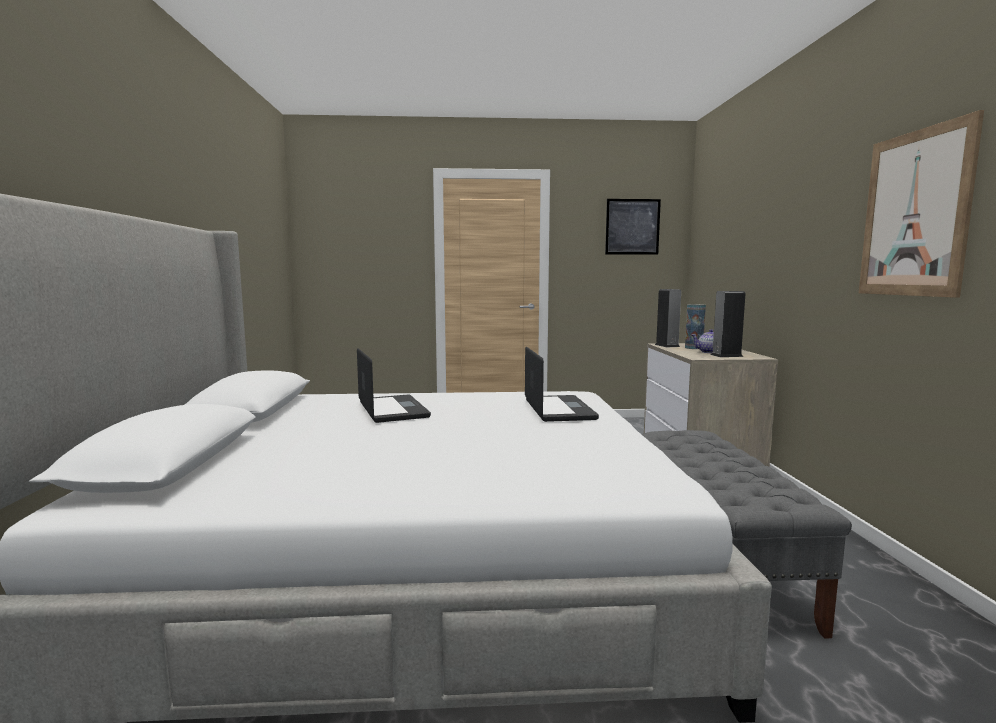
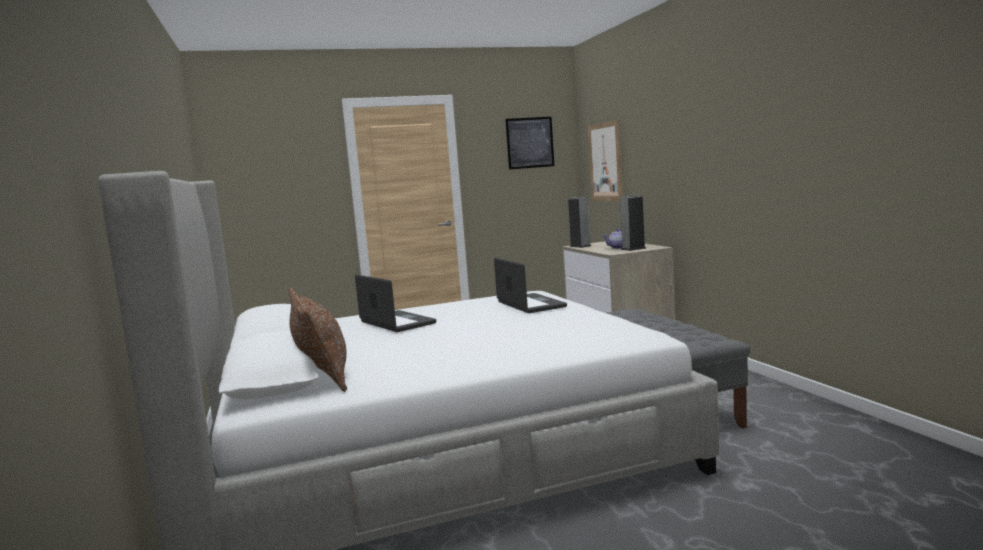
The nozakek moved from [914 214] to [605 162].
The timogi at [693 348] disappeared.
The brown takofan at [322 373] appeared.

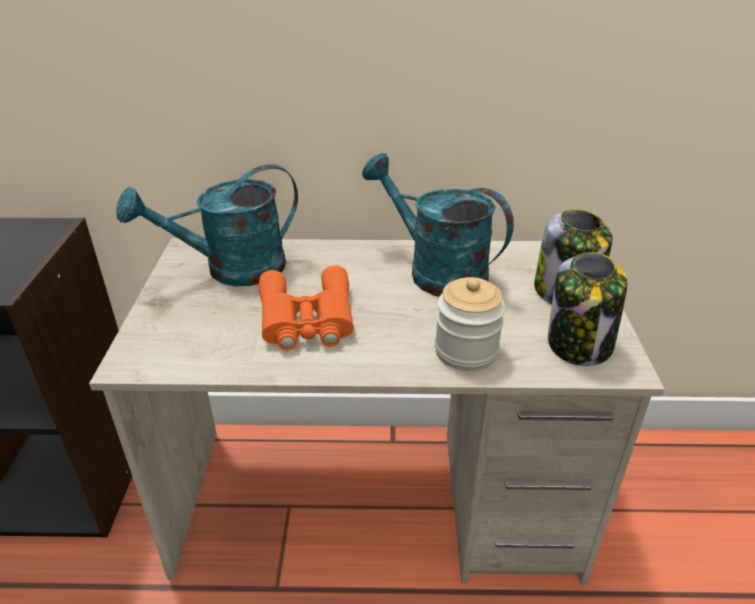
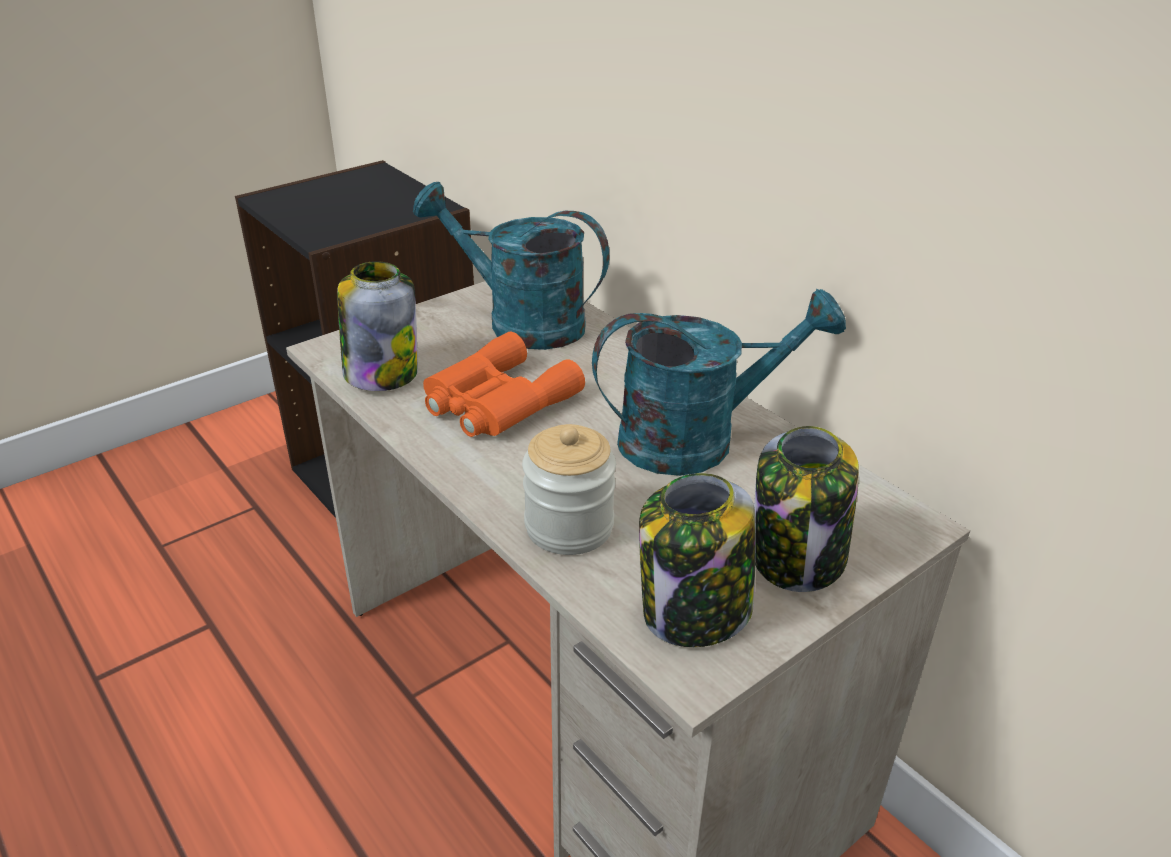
The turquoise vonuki at [435 271] turned 75 degrees clockwise.
The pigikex at [381 372] appeared.

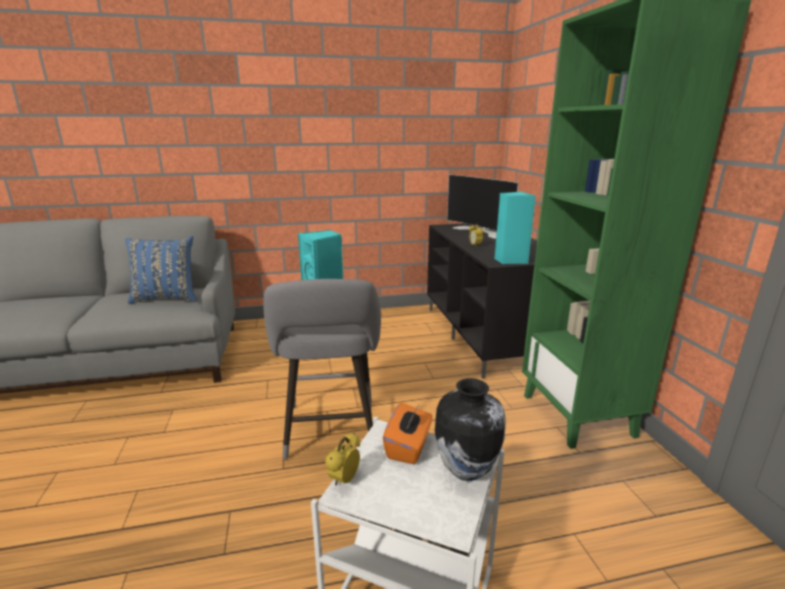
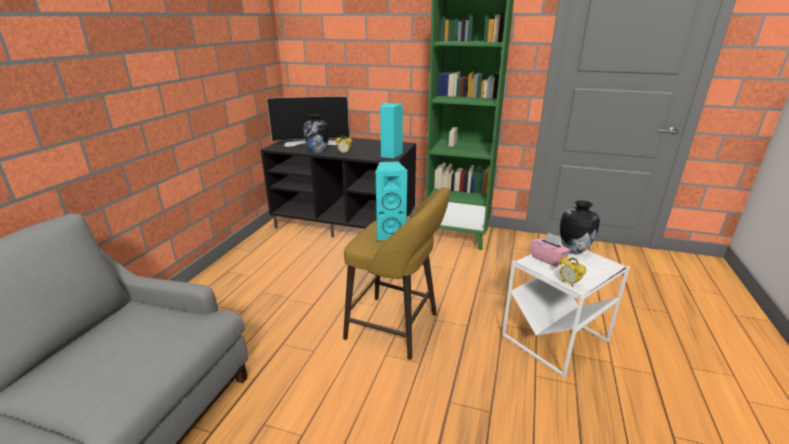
The blue takofan at [166 297] disappeared.
The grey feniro at [331 433] became the yellow feniro at [397 328].
The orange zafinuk at [408 447] became the pink zafinuk at [548 259].
The timogi at [317 151] appeared.

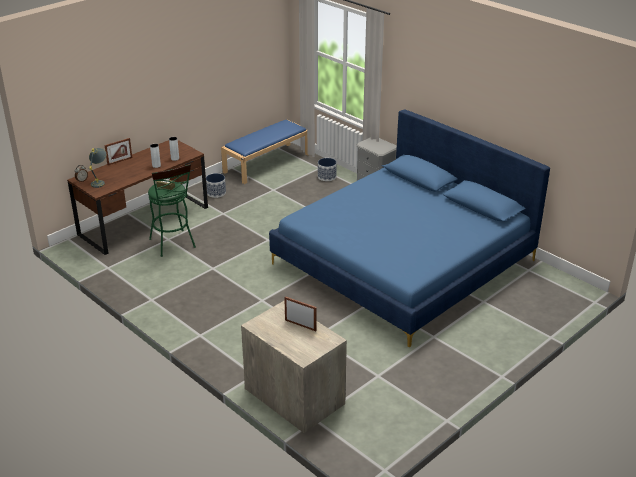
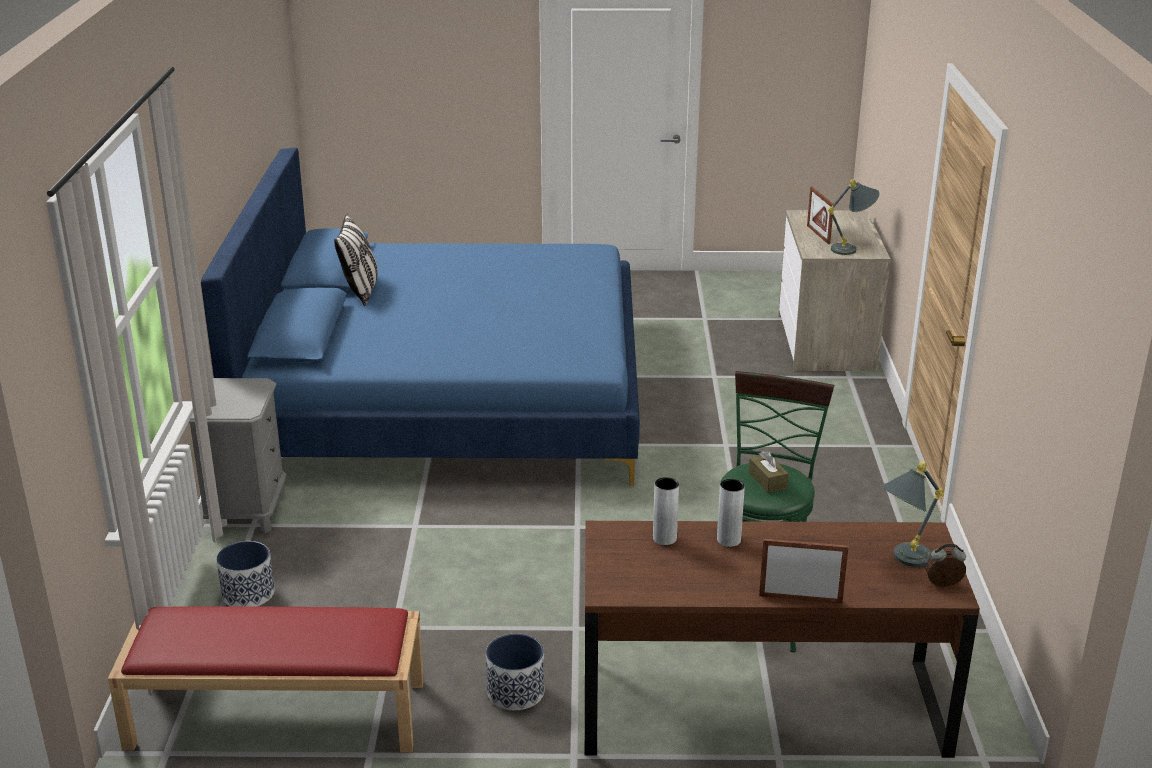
The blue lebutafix at [267 163] became the red lebutafix at [275 715].
The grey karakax at [852 249] appeared.
The takofan at [360 290] appeared.

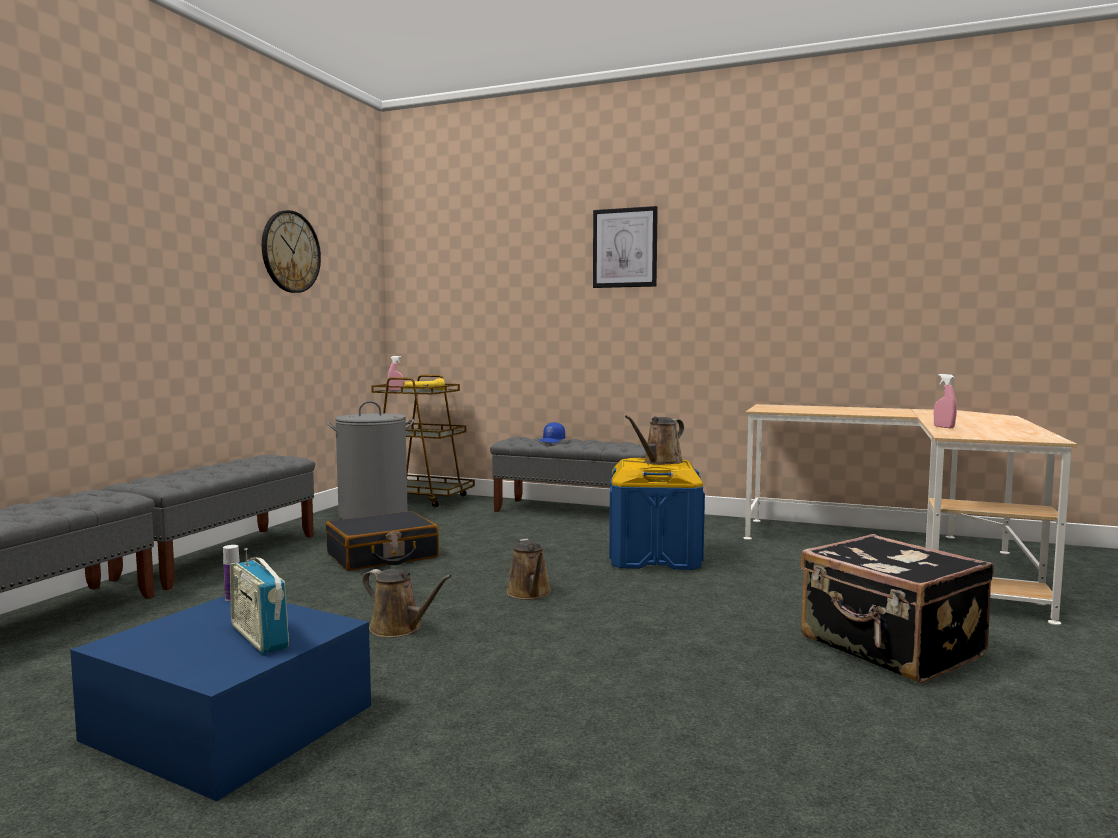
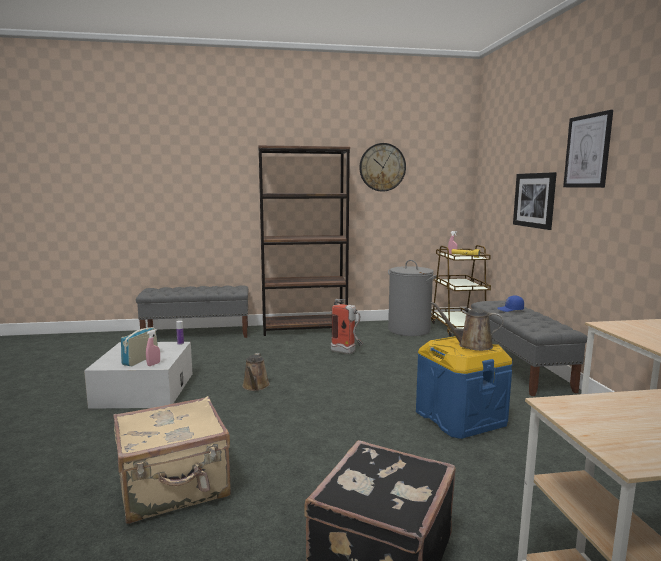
The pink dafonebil moved from [944 427] to [153 364].
The grey lebutafix at [222 556] was replaced by the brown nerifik at [304 329].
The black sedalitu at [382 556] was replaced by the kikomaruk at [347 352].
The brown vonuki at [530 593] disappeared.
The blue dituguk at [230 722] became the white dituguk at [144 389].
The nozakek at [534 200] appeared.
The beige sedalitu at [174 488] appeared.

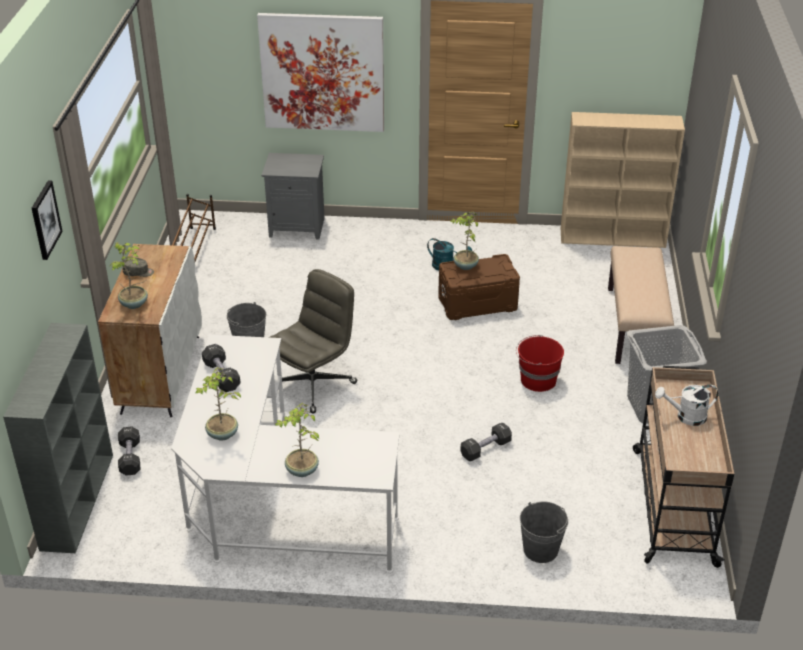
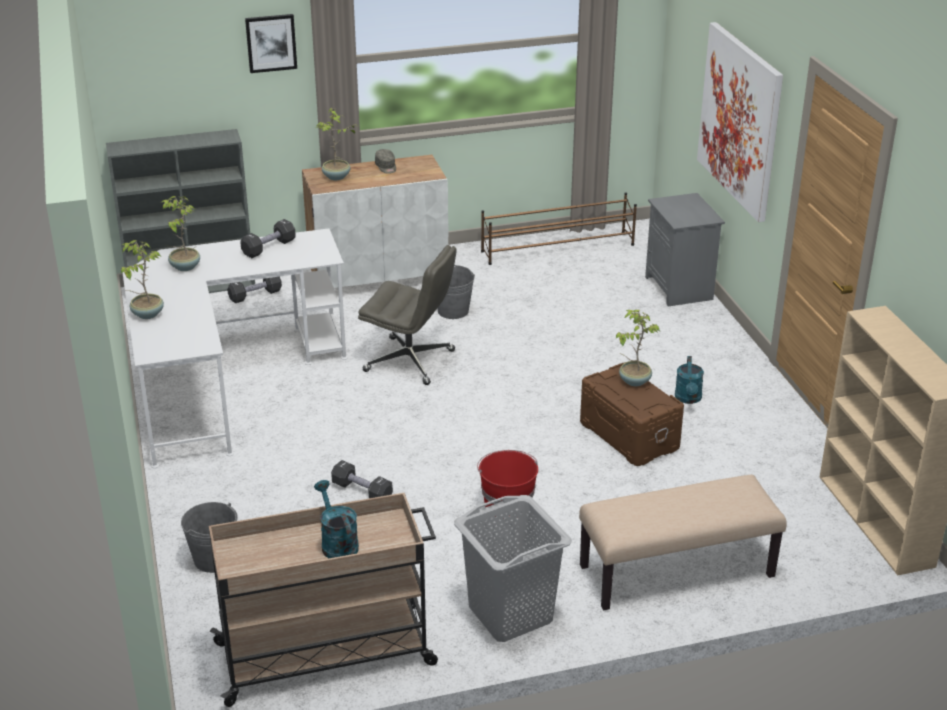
The white vonuki at [686 417] became the turquoise vonuki at [337 543].

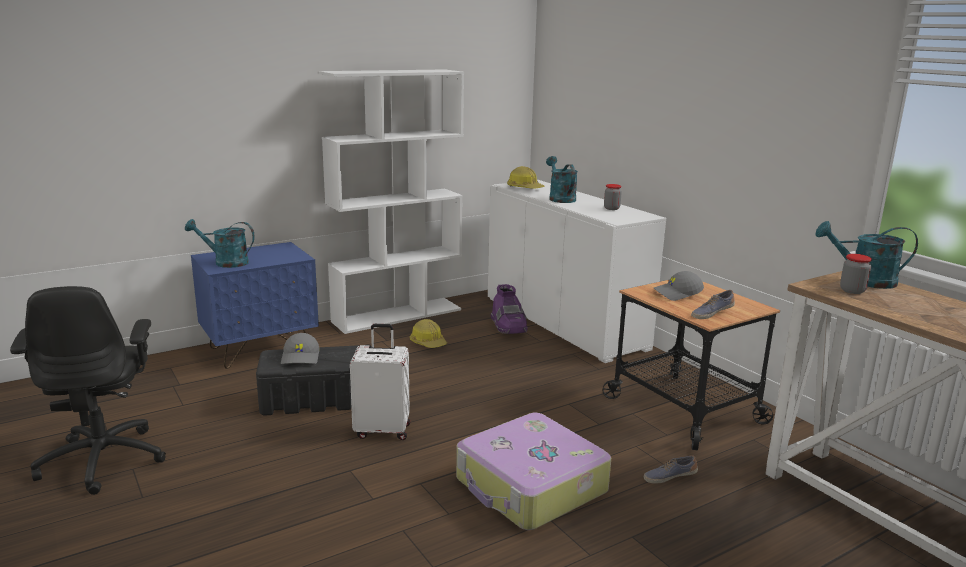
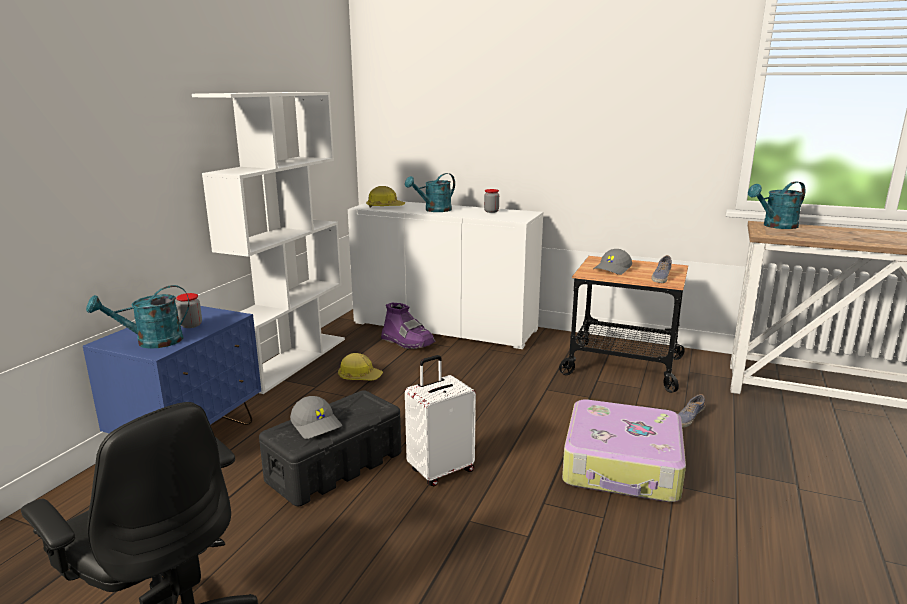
The turquoise vonuki at [560 198] turned 75 degrees counterclockwise.
The pigikex moved from [852 290] to [191 325].

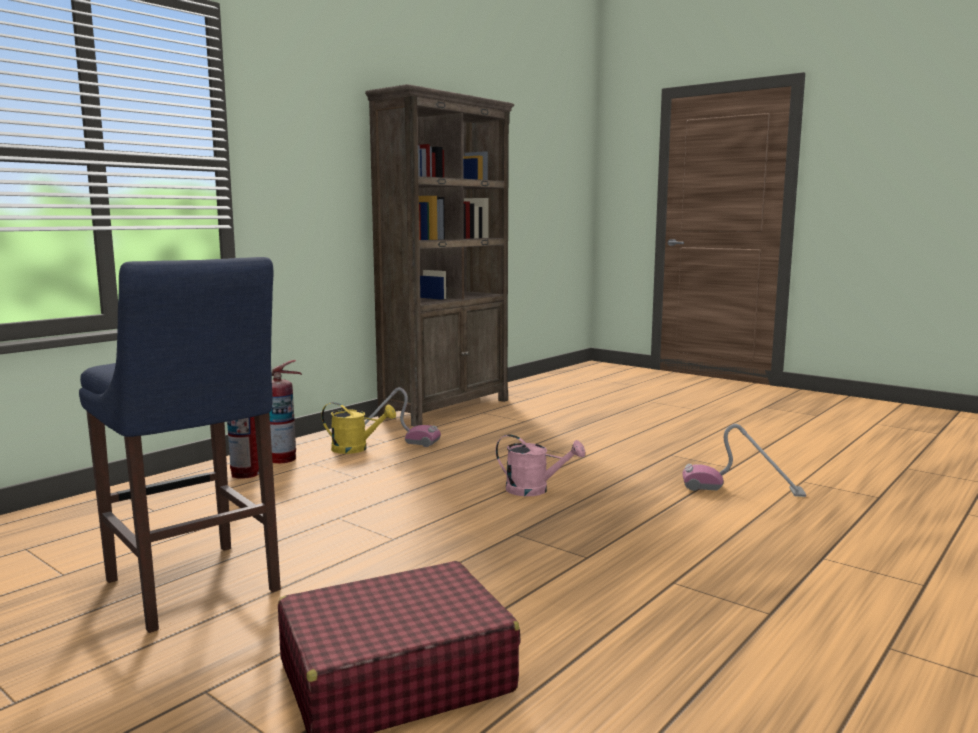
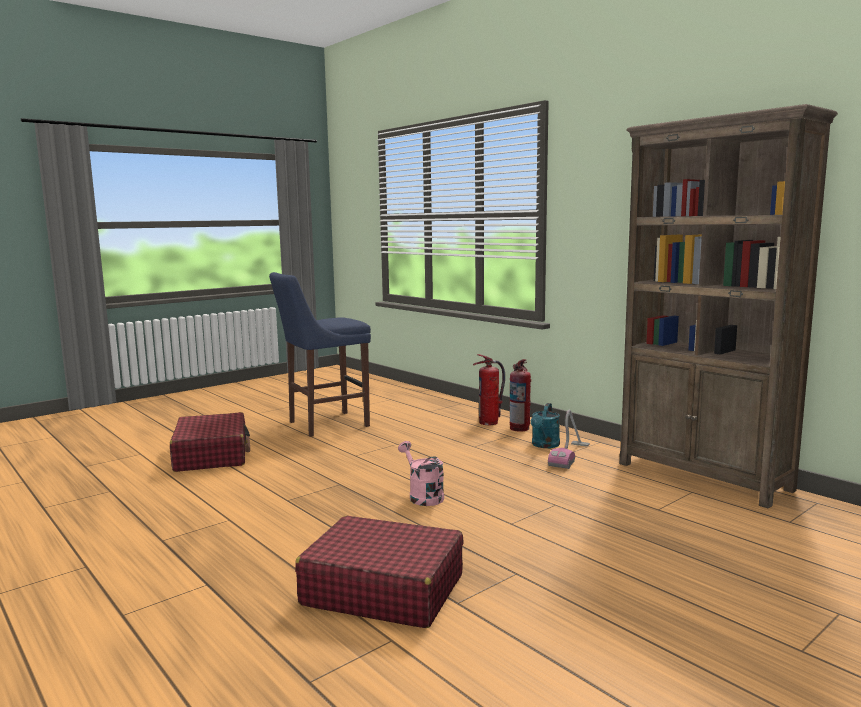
The yellow vonuki at [356 449] became the turquoise vonuki at [544 445].
The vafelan at [742 489] was replaced by the red sedalitu at [382 589].
The pink vonuki at [534 490] turned 120 degrees clockwise.

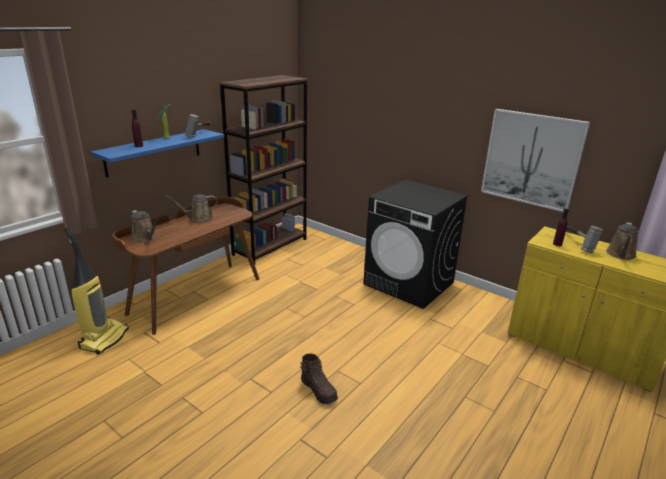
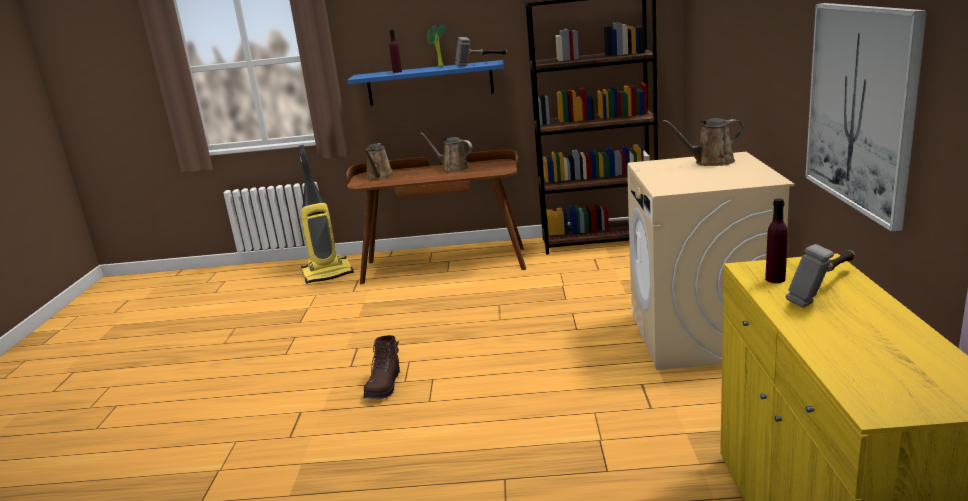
The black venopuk at [409 283] became the beige venopuk at [700 335].
The brown vonuki moved from [620 255] to [710 162].

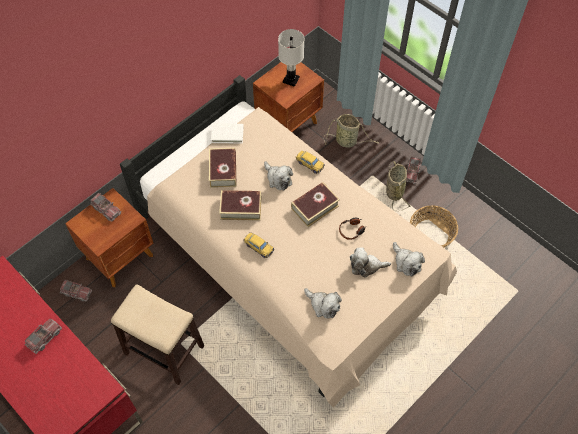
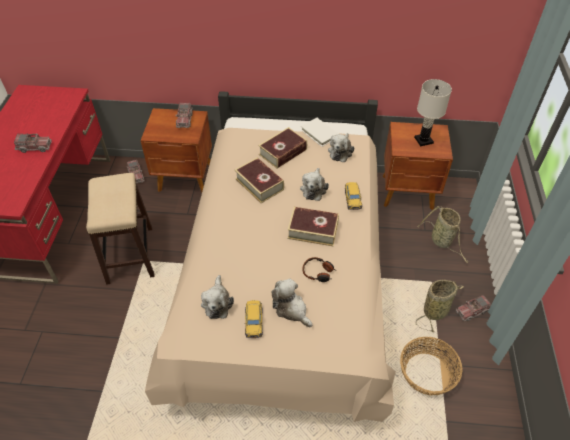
The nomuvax moved from [258 247] to [254 322].
The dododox moved from [406 262] to [340 151].

